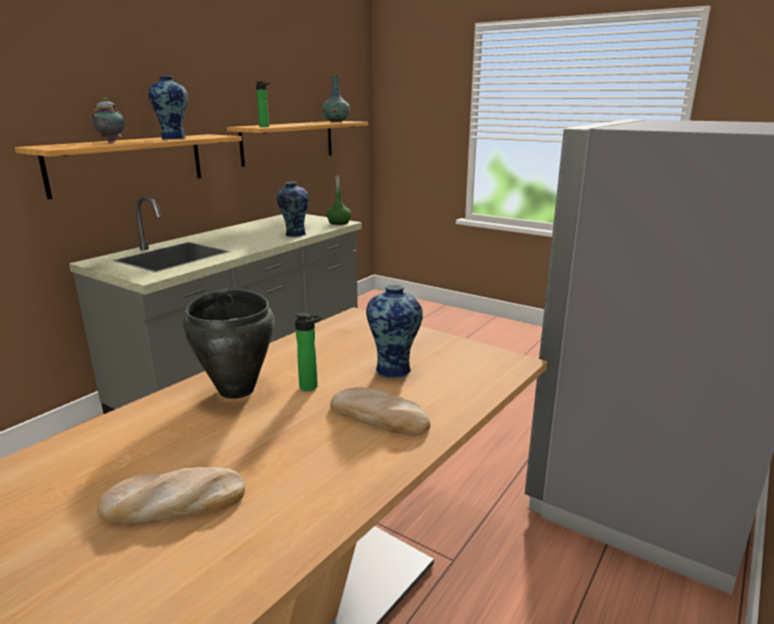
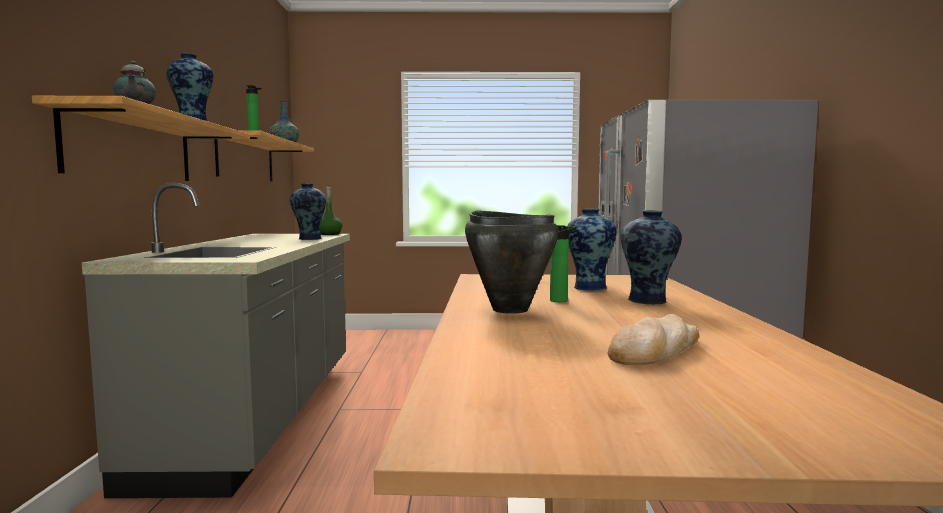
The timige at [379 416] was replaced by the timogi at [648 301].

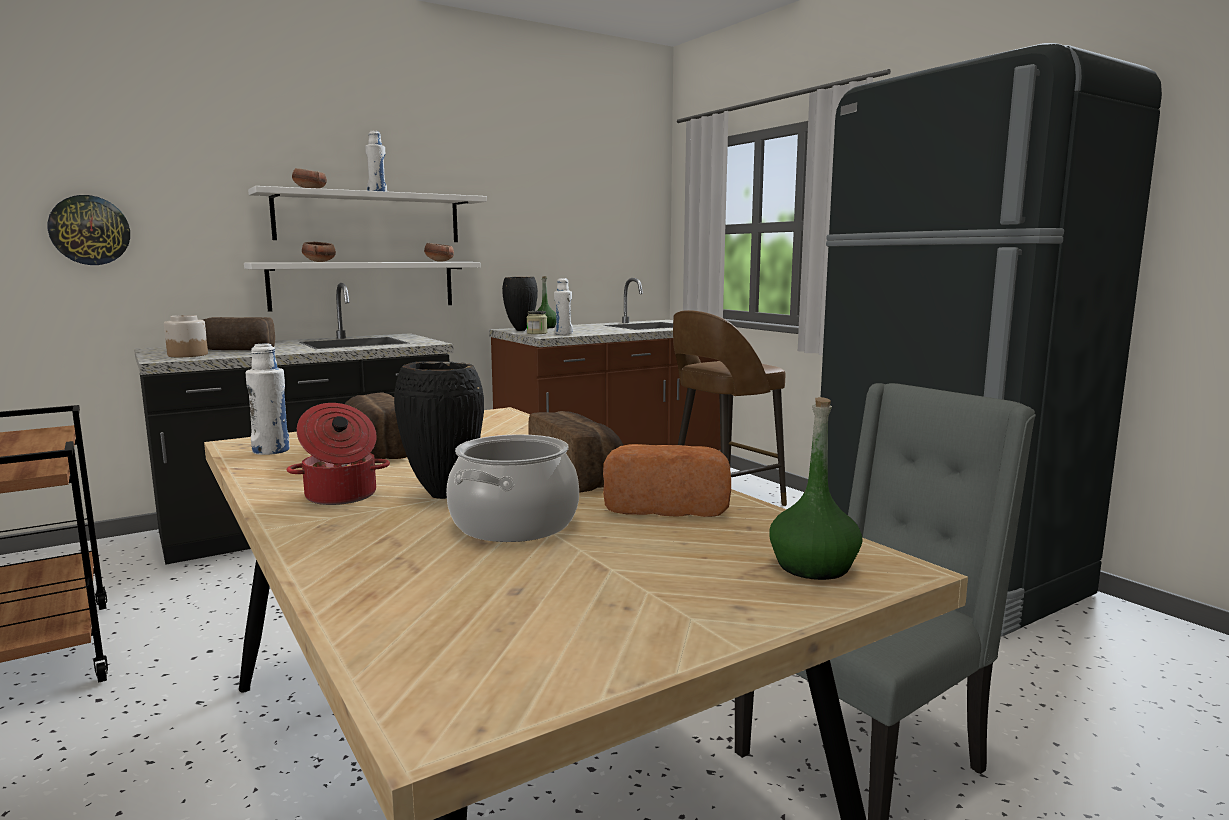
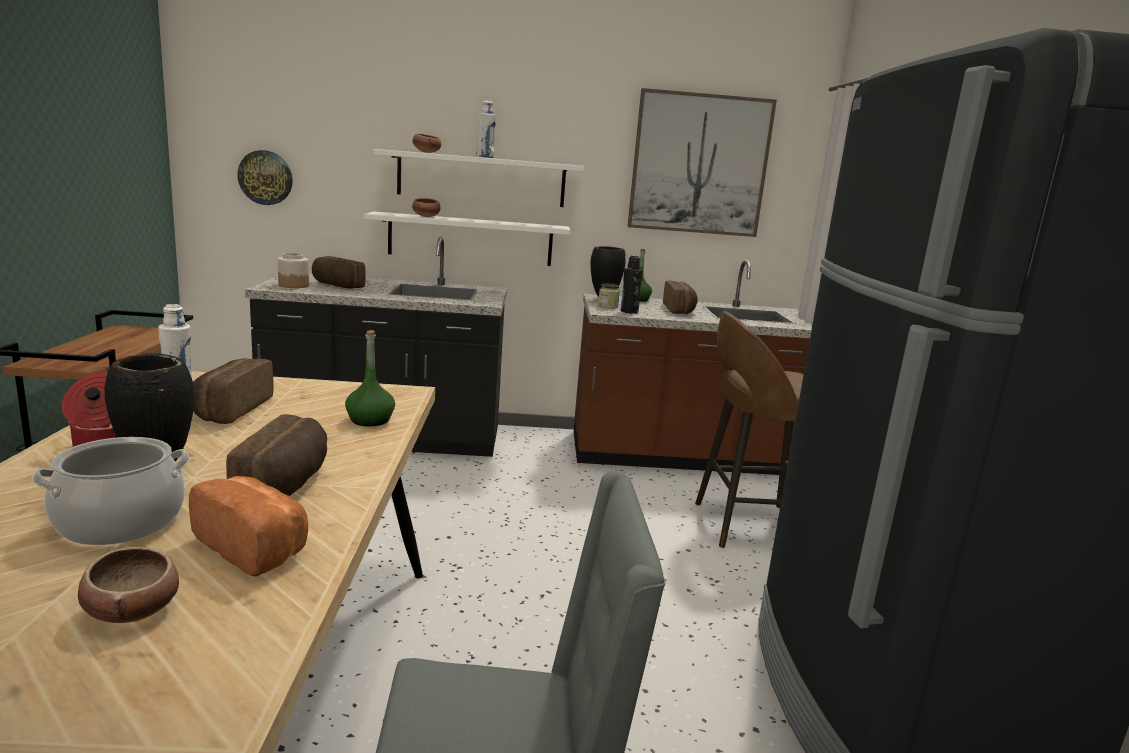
The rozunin moved from [439 261] to [132 609].
The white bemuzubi at [563 334] became the black bemuzubi at [629 311].
The green bemuzubi moved from [813 567] to [370 420].
The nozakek at [699 164] appeared.
The timige at [680 310] appeared.

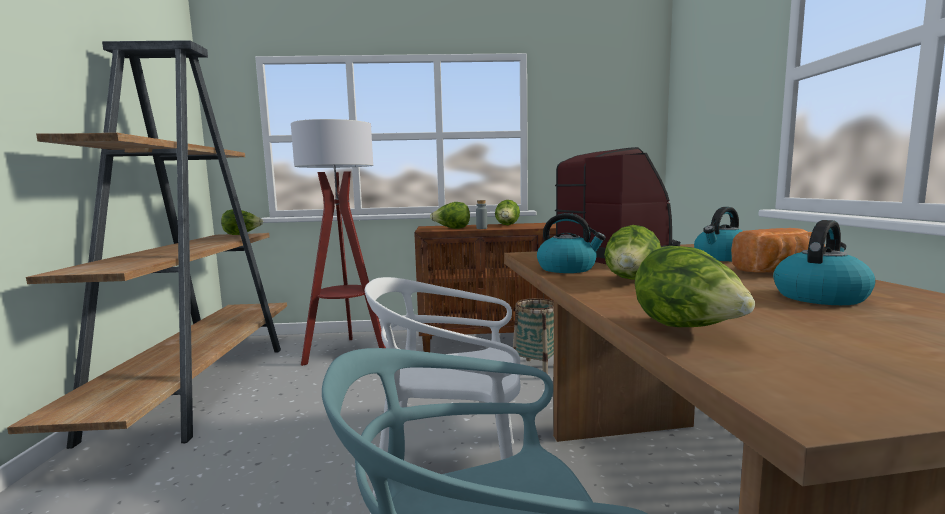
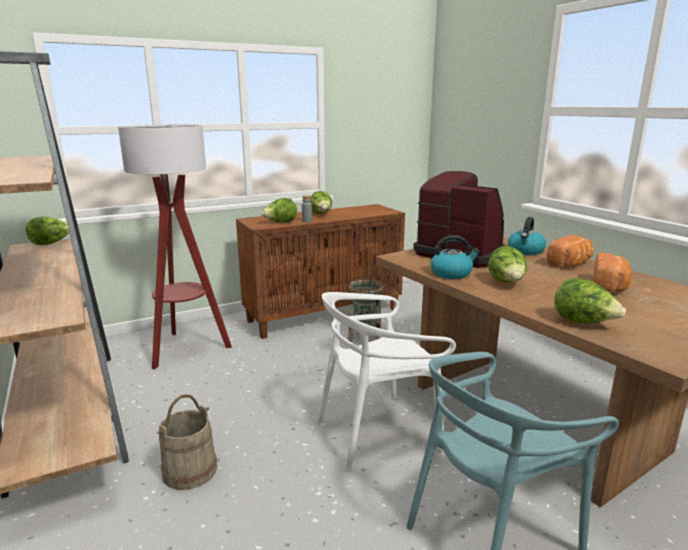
The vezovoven at [819 297] was replaced by the timige at [610 287].
The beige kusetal at [190 471] appeared.

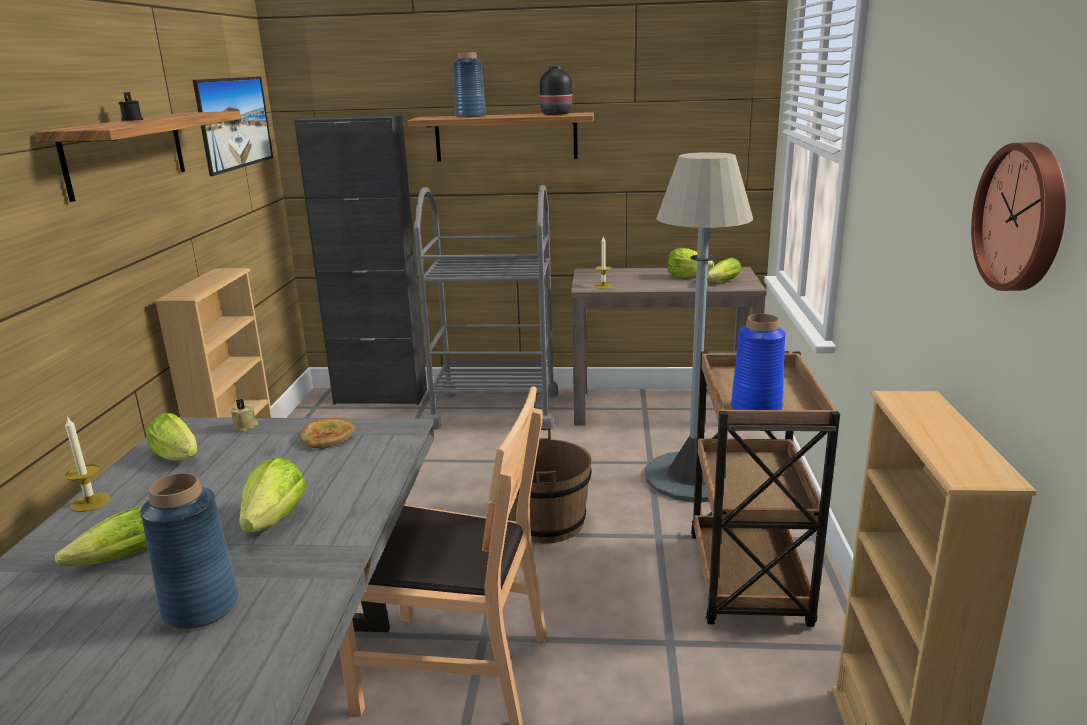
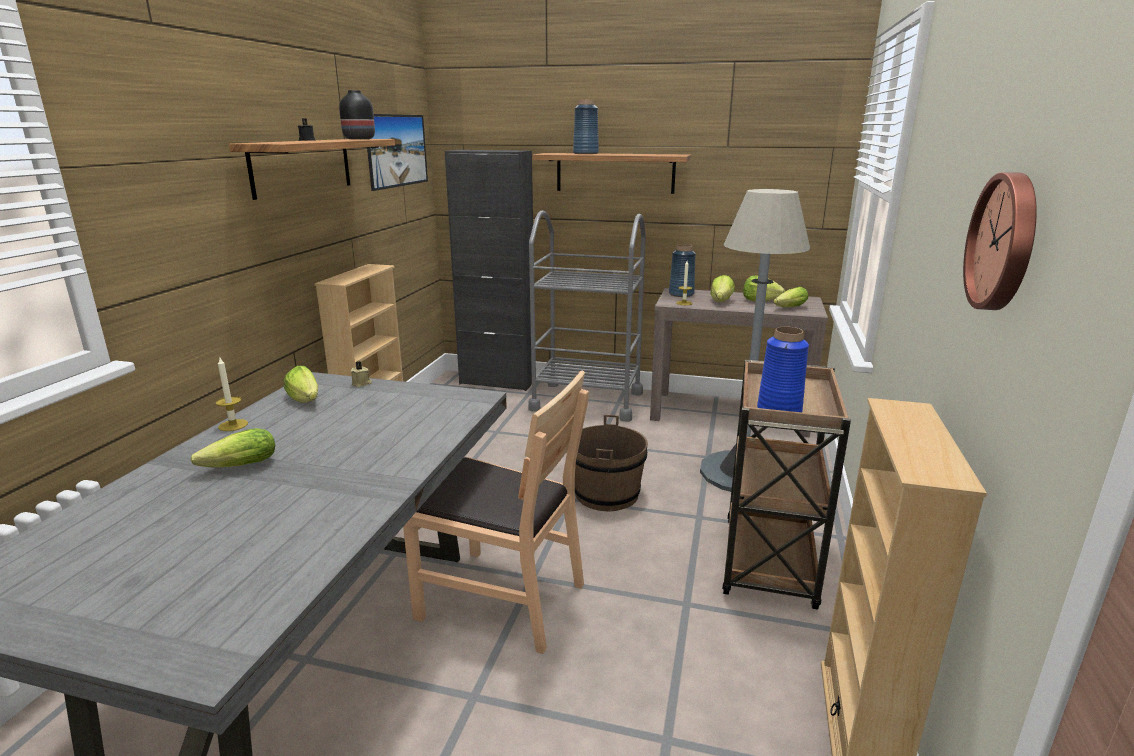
The black timogi moved from [555 114] to [358 139].
The timige at [327 437] disappeared.
The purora moved from [274 520] to [721 301].
The blue timogi moved from [201 606] to [681 294].

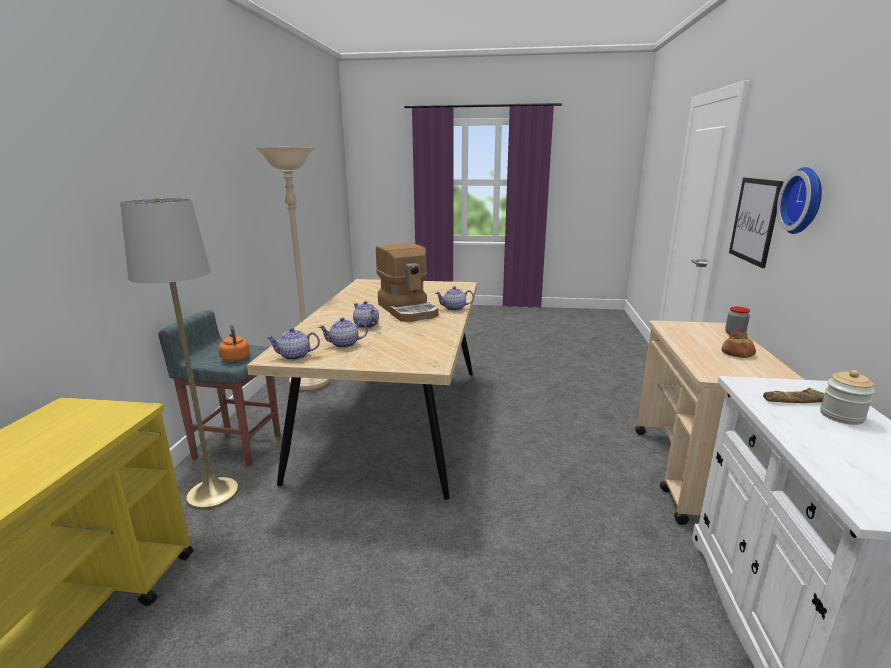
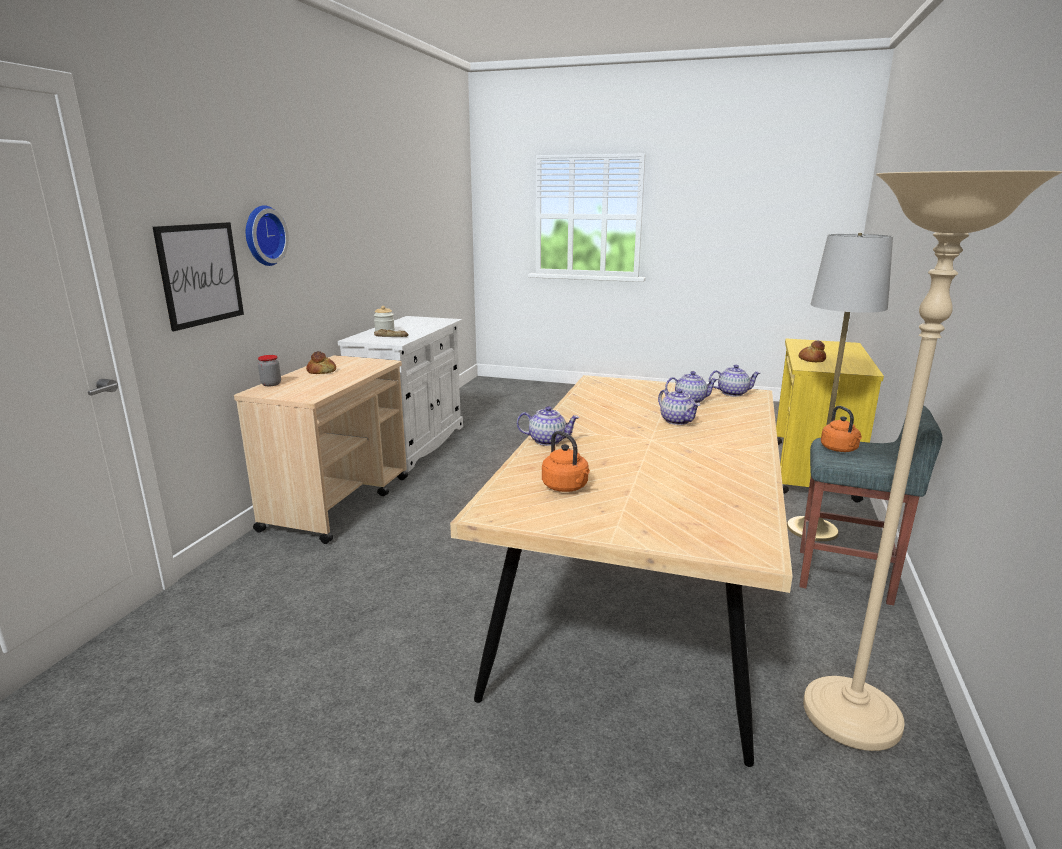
The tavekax at [408 310] disappeared.
The timige at [811 360] appeared.
The orange vezovoven at [566 487] appeared.

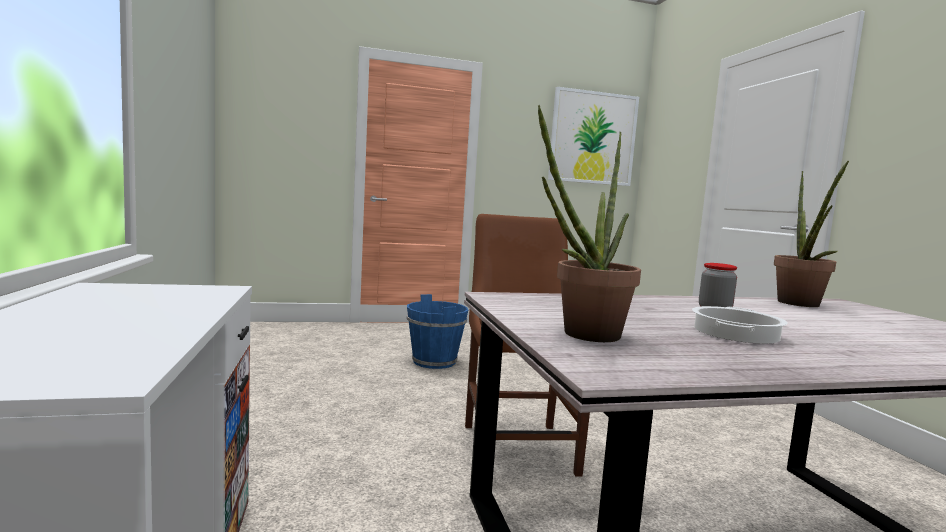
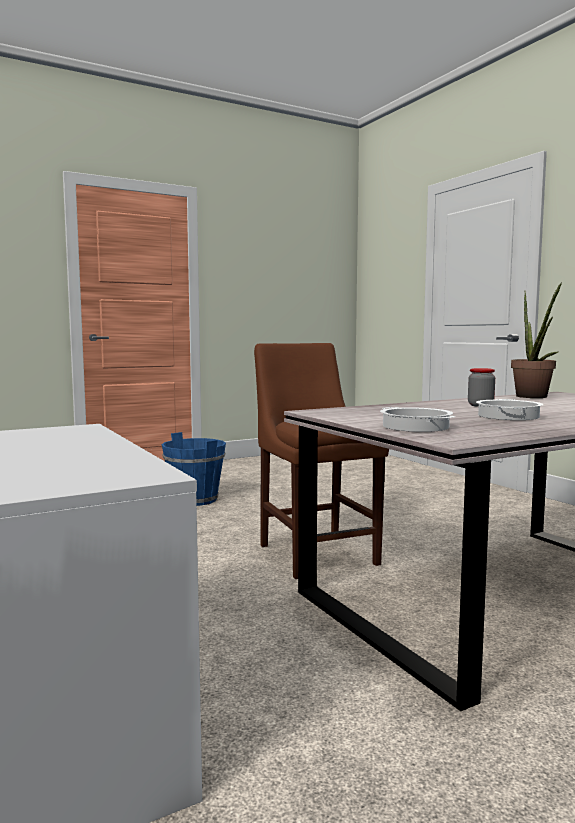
The nozakek at [592 138] disappeared.
The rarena at [583 336] was replaced by the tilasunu at [414 427].

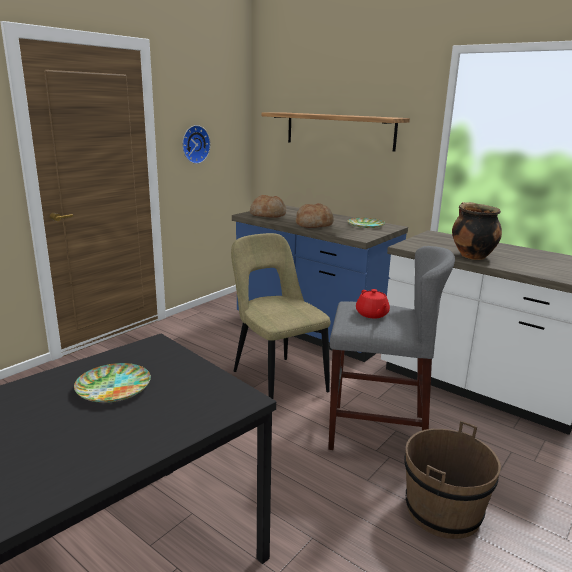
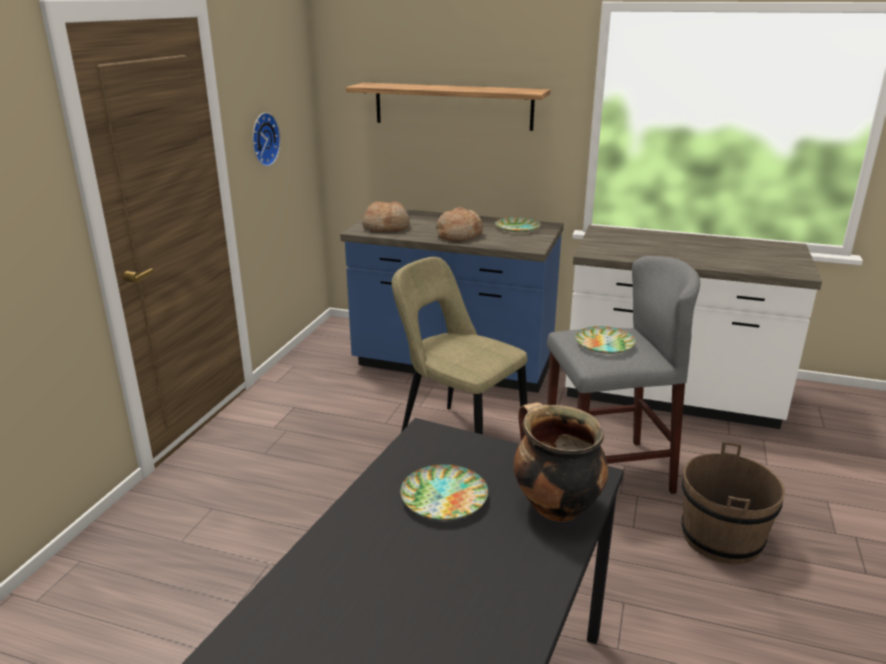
The tilasunu moved from [471 256] to [554 506].
The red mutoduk at [372 314] was replaced by the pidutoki at [605 344].

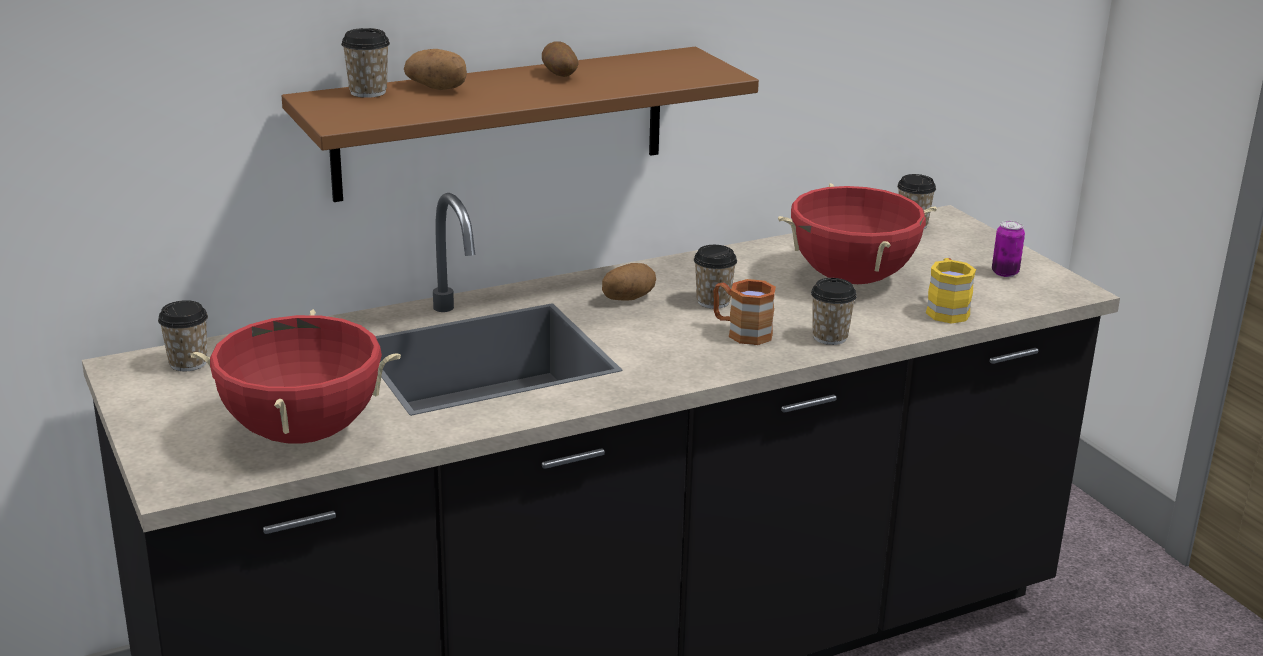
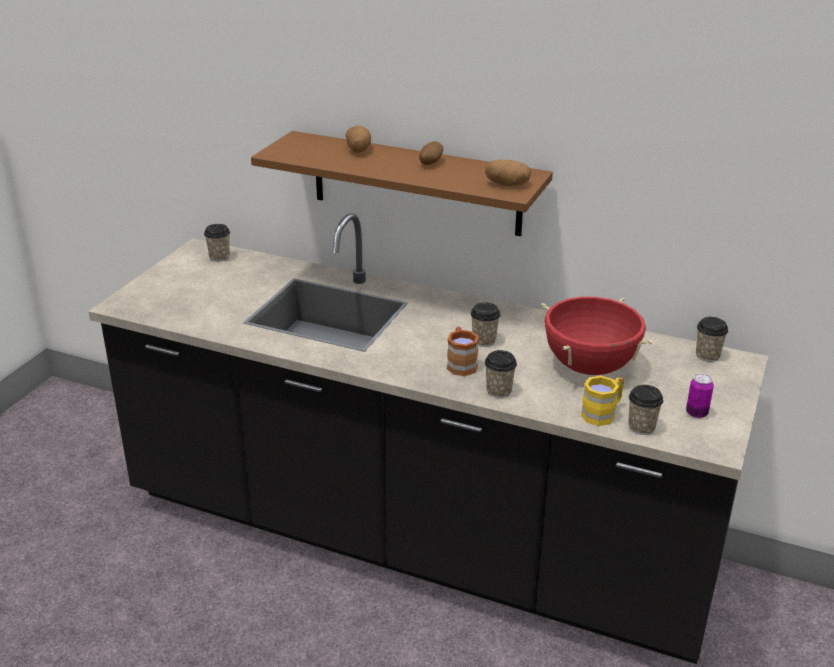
The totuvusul moved from [368 92] to [641 427].
The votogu moved from [628 298] to [507 184].
The red tilasunu at [302 432] disappeared.

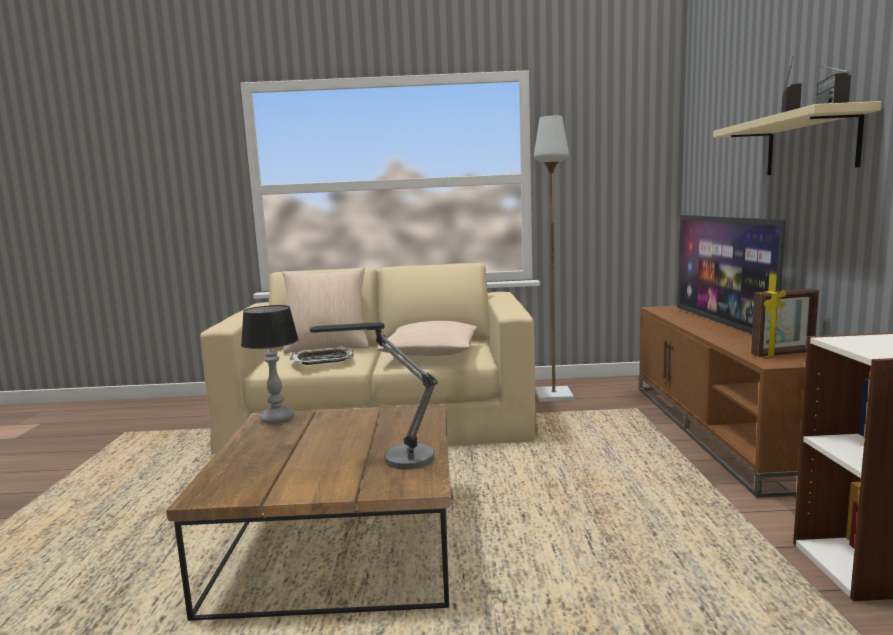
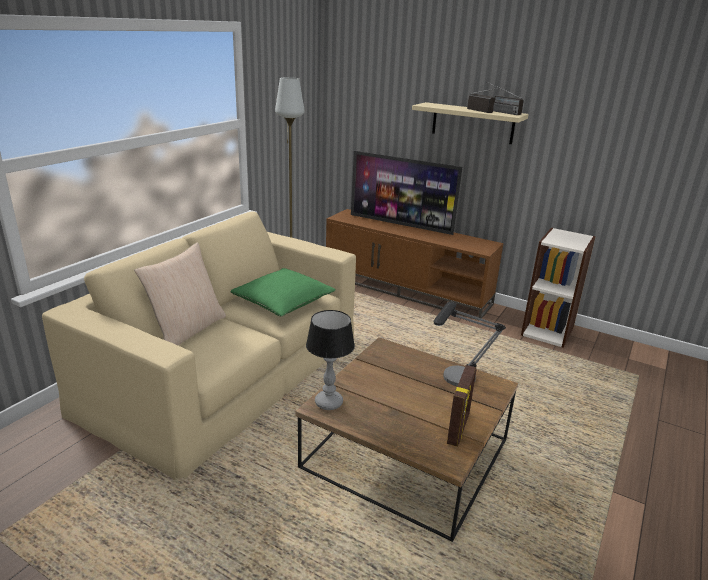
The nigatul moved from [783 354] to [459 428].
The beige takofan at [431 352] became the green takofan at [283 302].
The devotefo at [323 360] disappeared.

